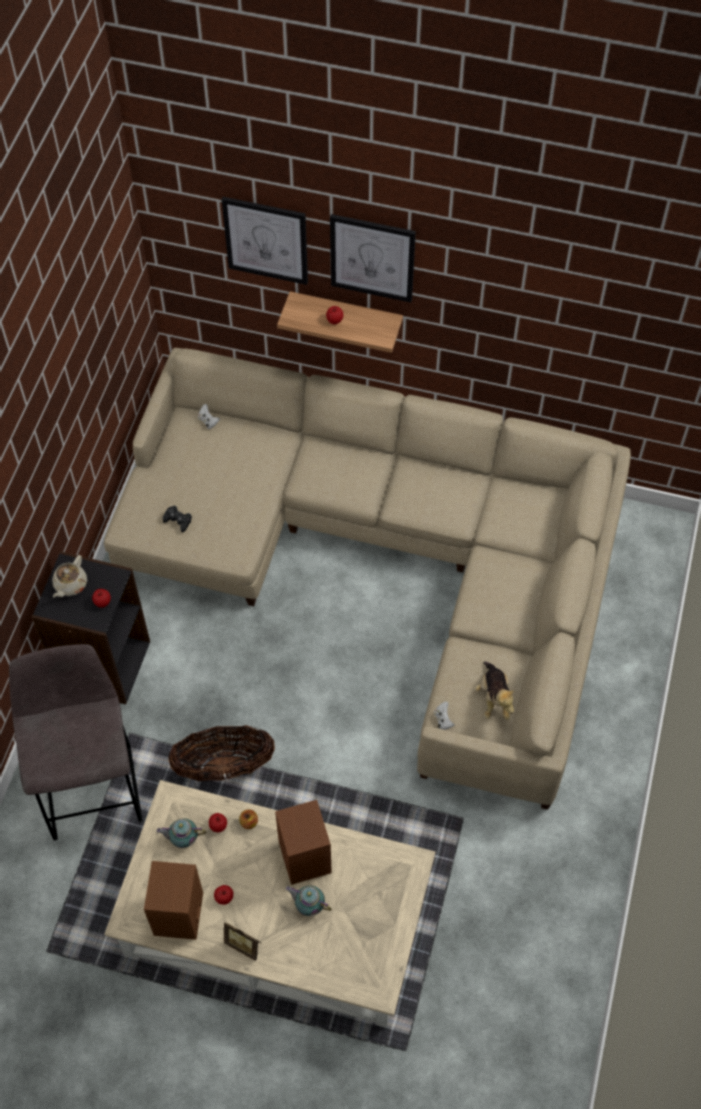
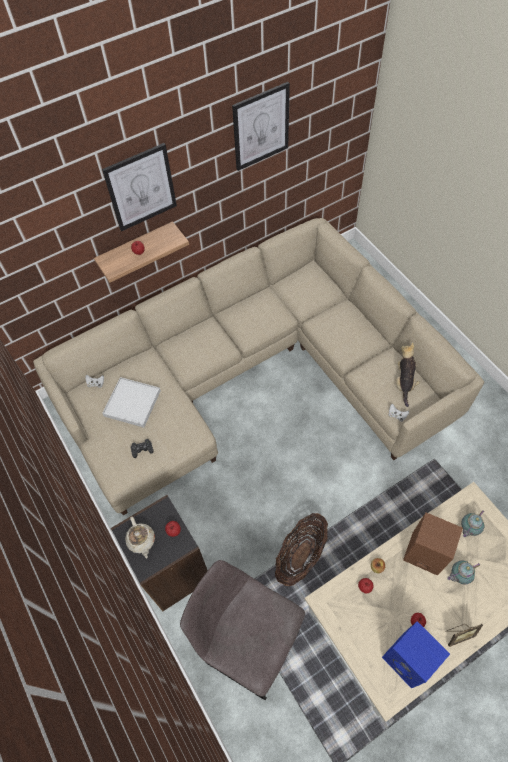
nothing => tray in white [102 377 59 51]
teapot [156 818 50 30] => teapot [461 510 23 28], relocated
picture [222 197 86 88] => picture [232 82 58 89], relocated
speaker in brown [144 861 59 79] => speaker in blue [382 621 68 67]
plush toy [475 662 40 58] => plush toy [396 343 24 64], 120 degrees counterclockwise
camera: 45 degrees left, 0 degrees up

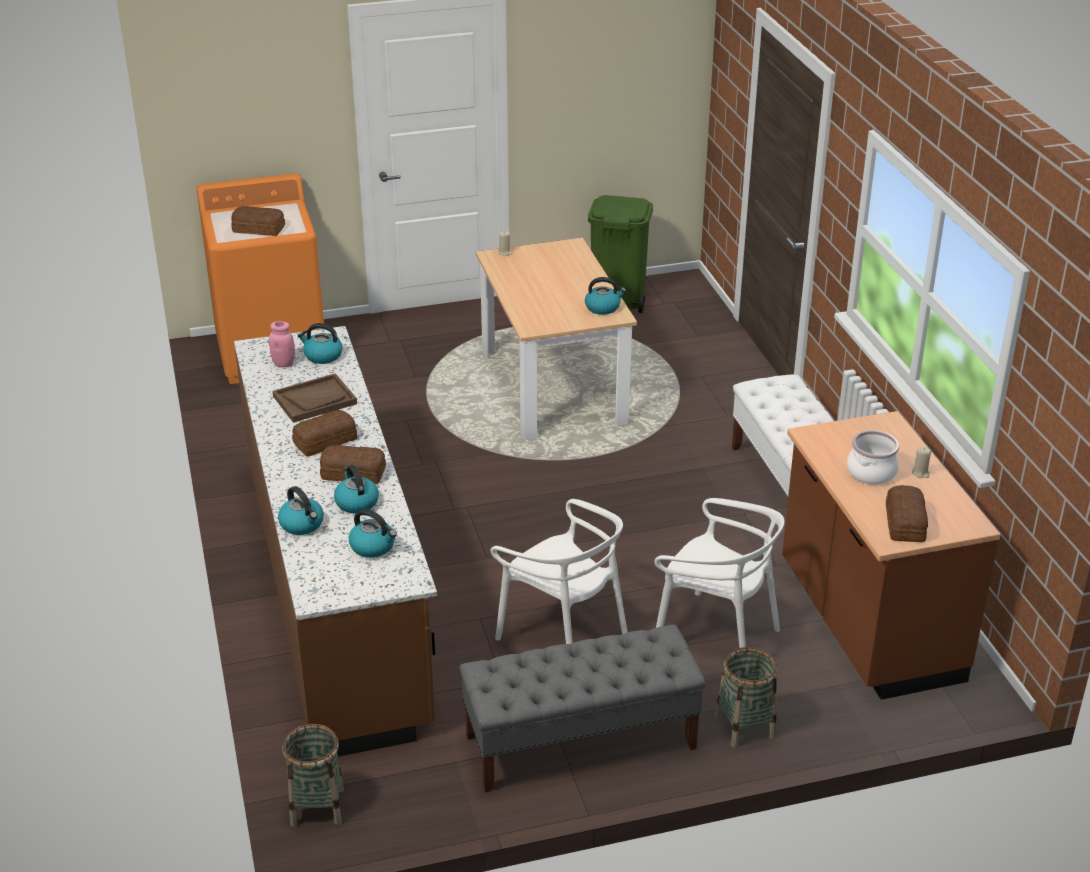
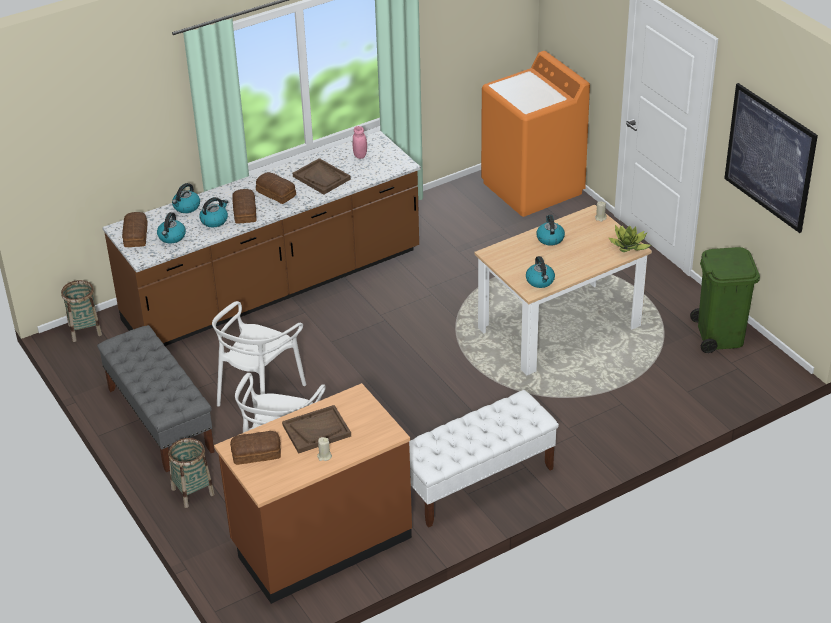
nothing => potted plant [609 225 42 27]
nothing => picture [724 83 94 150]
bread [231 206 54 30] => bread [122 212 26 35], relocated
kettle [298 323 45 41] => kettle [536 215 29 31], relocated
cooking pot [847 430 52 55] => tray in brown [282 405 69 49]
camera: 75 degrees right, 5 degrees up

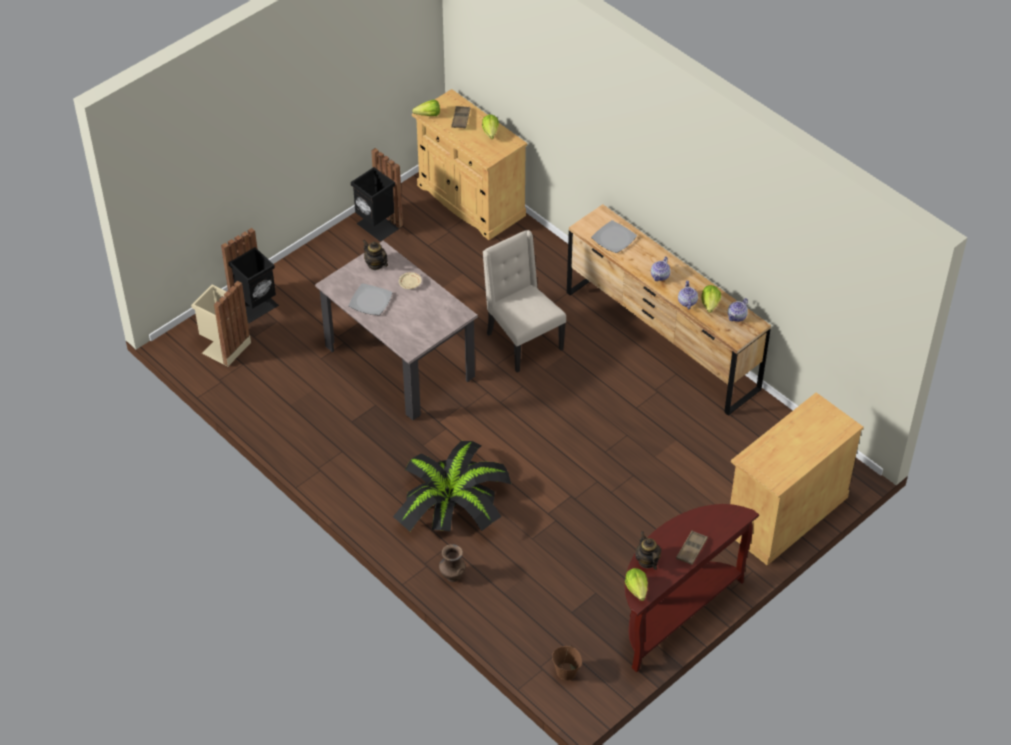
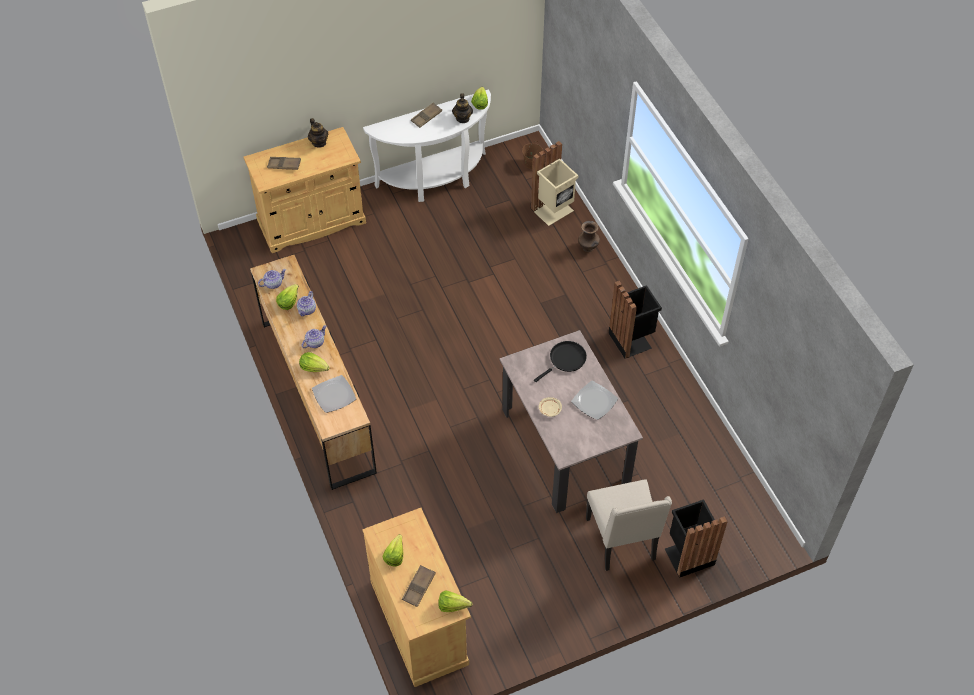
potted plant [393 441 118 90] => nothing
nothing => tray in brown [267 157 34 13]
nothing => lettuce [299 352 31 20]
nothing => frying pan in black [534 341 53 41]
trash can in beige [191 281 60 85] => trash can in beige [531 141 47 85], relocated
trash can in black [350 148 53 94] => trash can in black [608 281 54 78], relocated
teapot [363 240 25 30] => teapot [308 118 20 30], relocated
chair in beige [483 230 83 142] => chair in beige [586 479 86 92], relocated
console table in brown [624 504 135 168] => console table in white [363 90 128 112]
camera: 160 degrees left, 5 degrees up

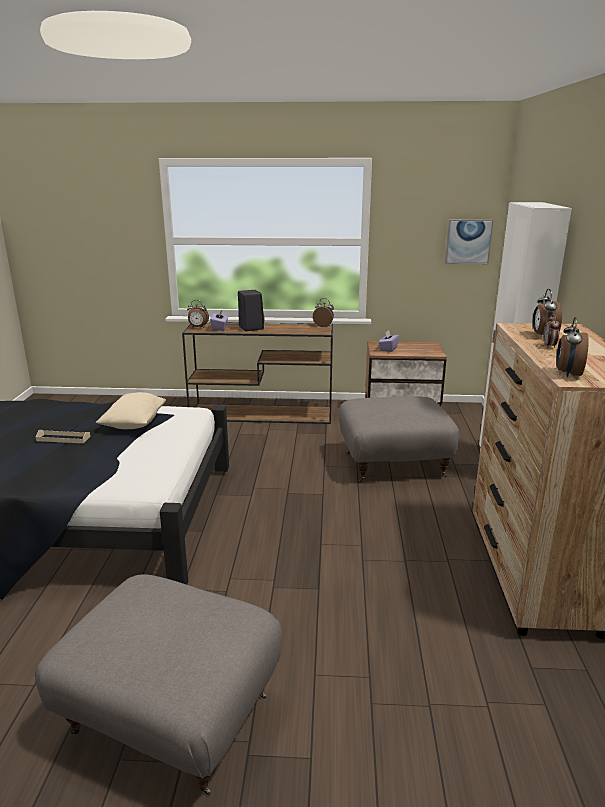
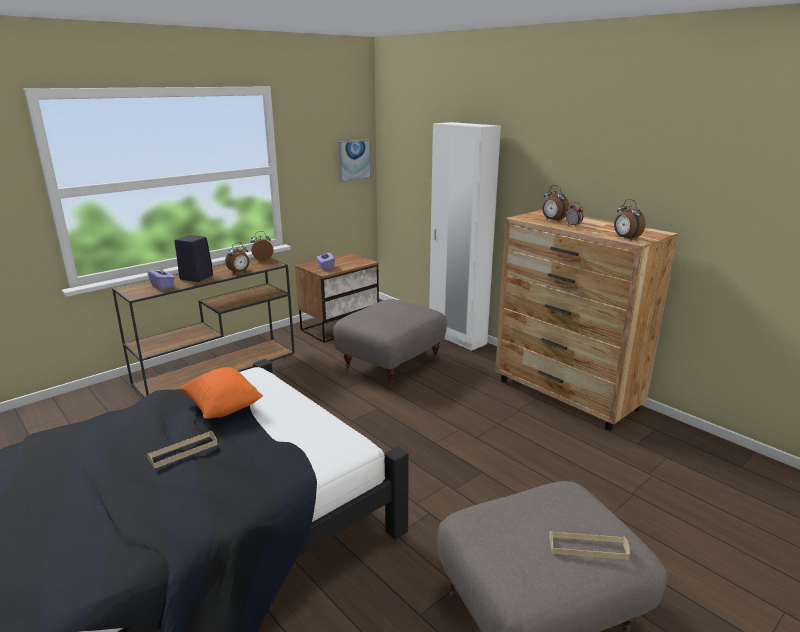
nothing => tray in beige [549 531 81 29]
alarm clock [187 300 22 28] => alarm clock [225 242 24 32], relocated
pillow in beige [96 392 70 37] => pillow in orange [179 367 84 52]
camera: 45 degrees left, 0 degrees up

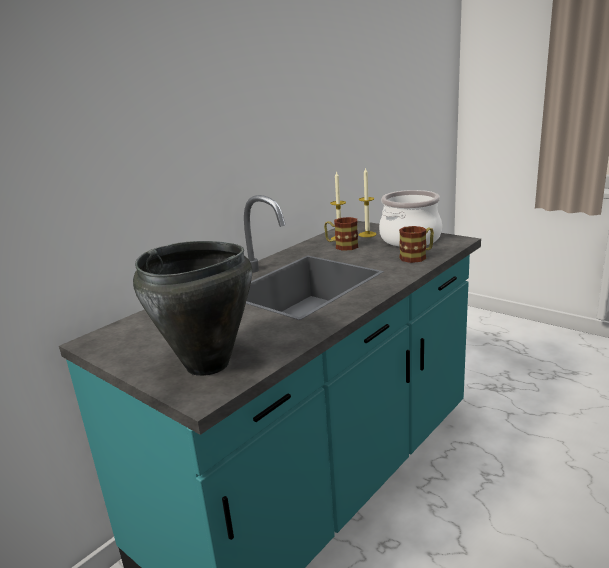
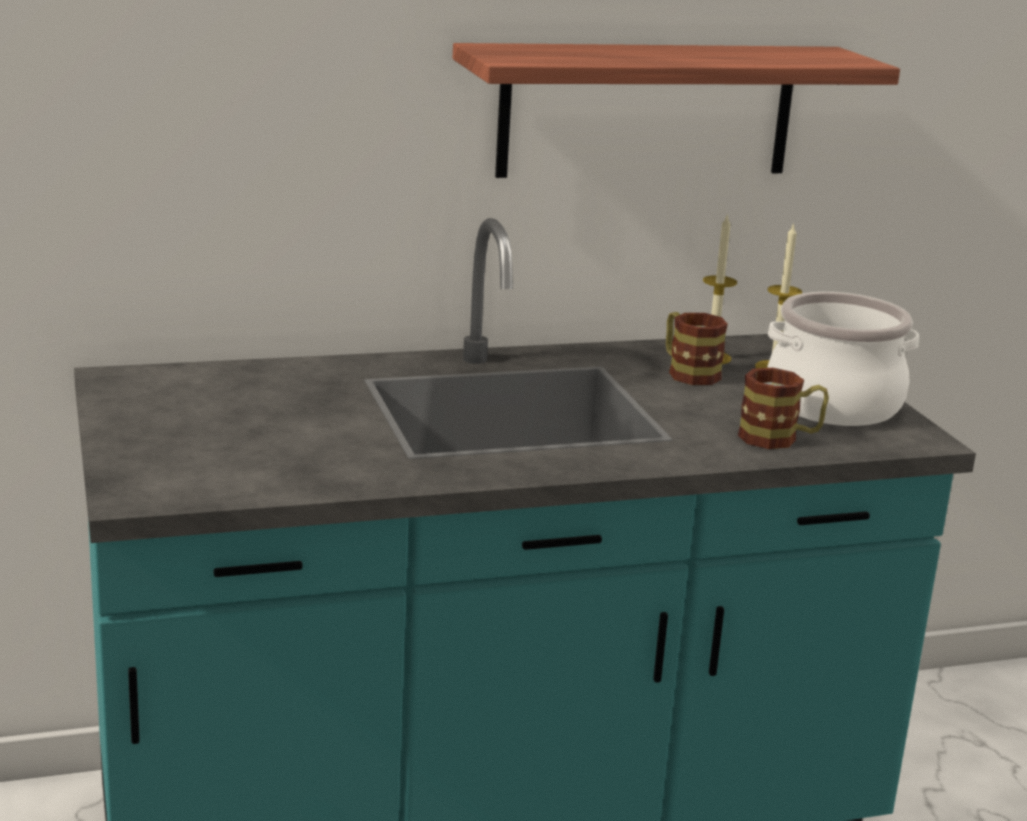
cooking pot in black [133 241 119 135] => nothing
nothing => shelf [453 43 447 135]
camera: 30 degrees right, 0 degrees up

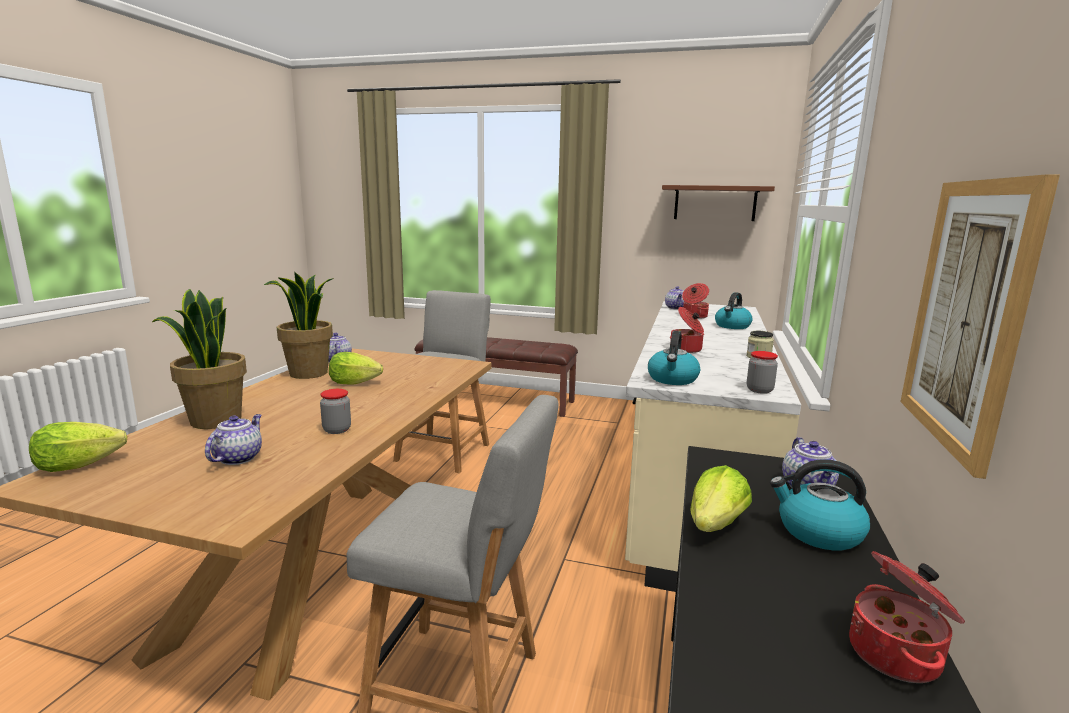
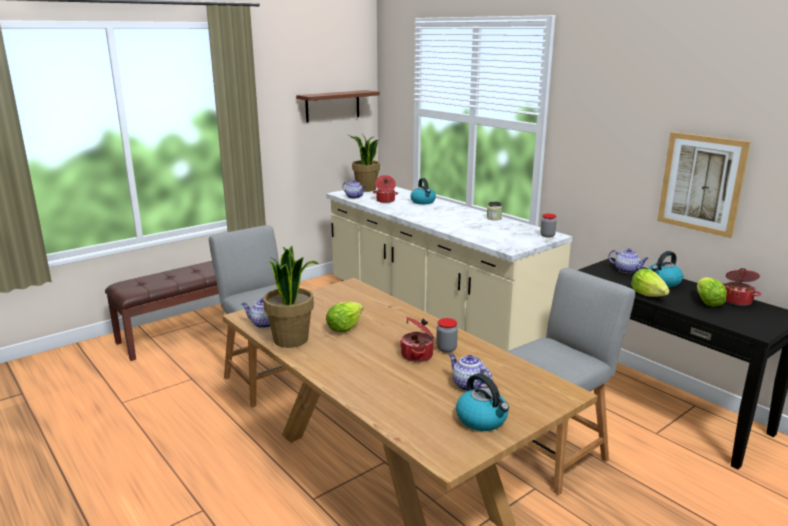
lettuce [29 422 98 50] => lettuce [697 277 30 29], relocated
potted plant [152 289 95 140] => potted plant [349 135 31 57], relocated
kettle [648 331 52 54] => kettle [456 373 53 58], relocated
cooking pot [670 307 34 46] => cooking pot [400 316 35 46], relocated
camera: 55 degrees left, 5 degrees up

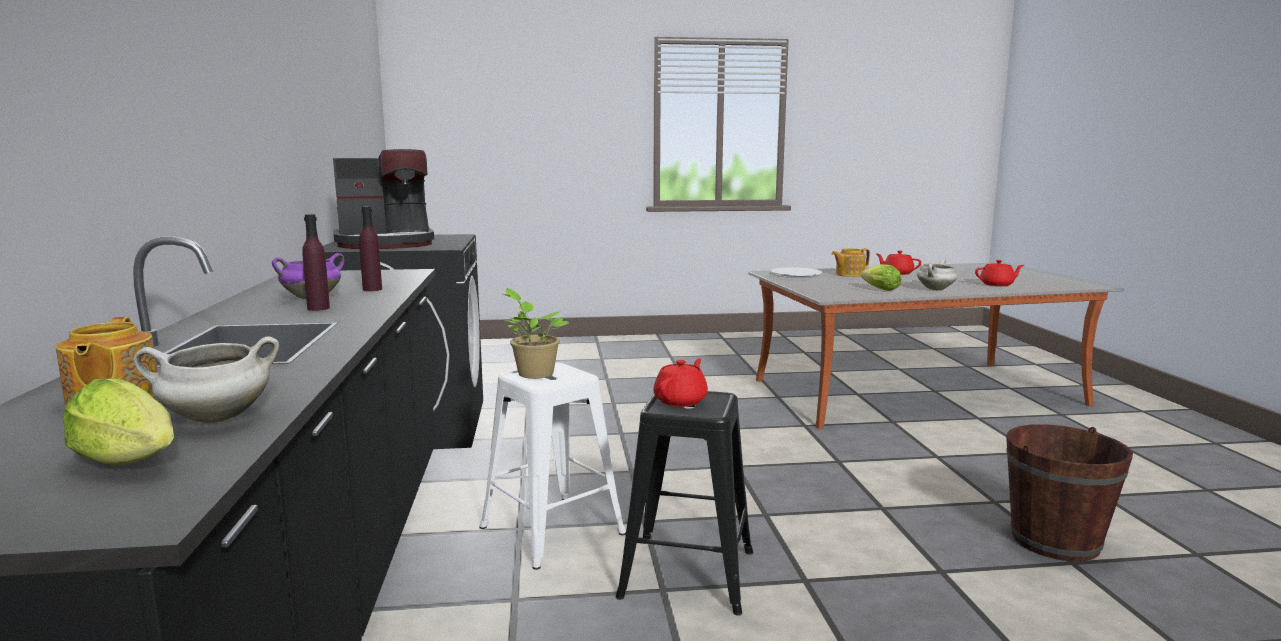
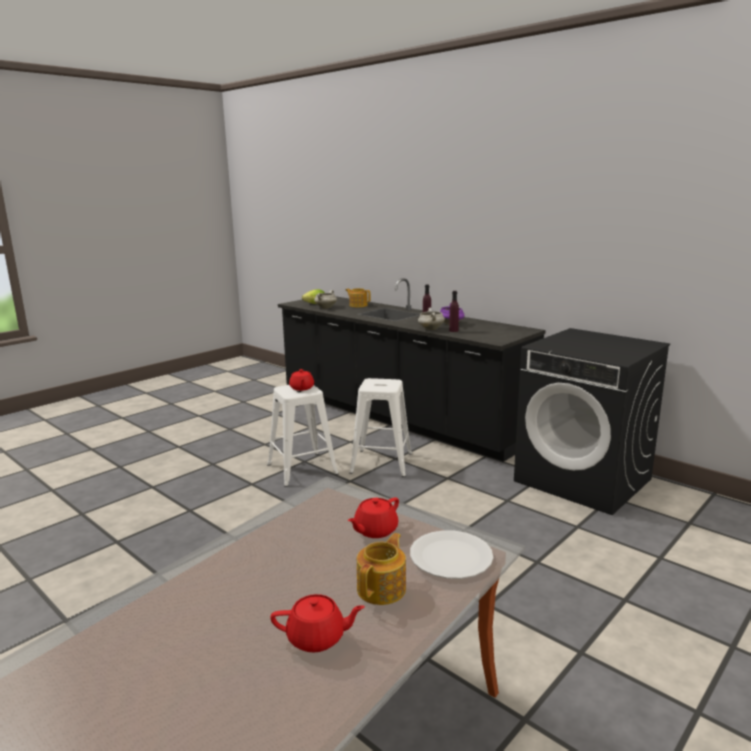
coffee machine [333 149 101 100] => nothing
potted plant [503 288 67 91] => nothing
lettuce [861 264 40 27] => nothing
bucket in brown [1006 424 127 138] => nothing
cooking pot in white [917 259 40 31] => cooking pot in white [418 308 27 22], relocated
teapot in red [975 260 49 26] => teapot in red [348 497 51 41], relocated
stool in black [616 391 137 225] => stool in white [267 385 72 102]
camera: 140 degrees right, 5 degrees up

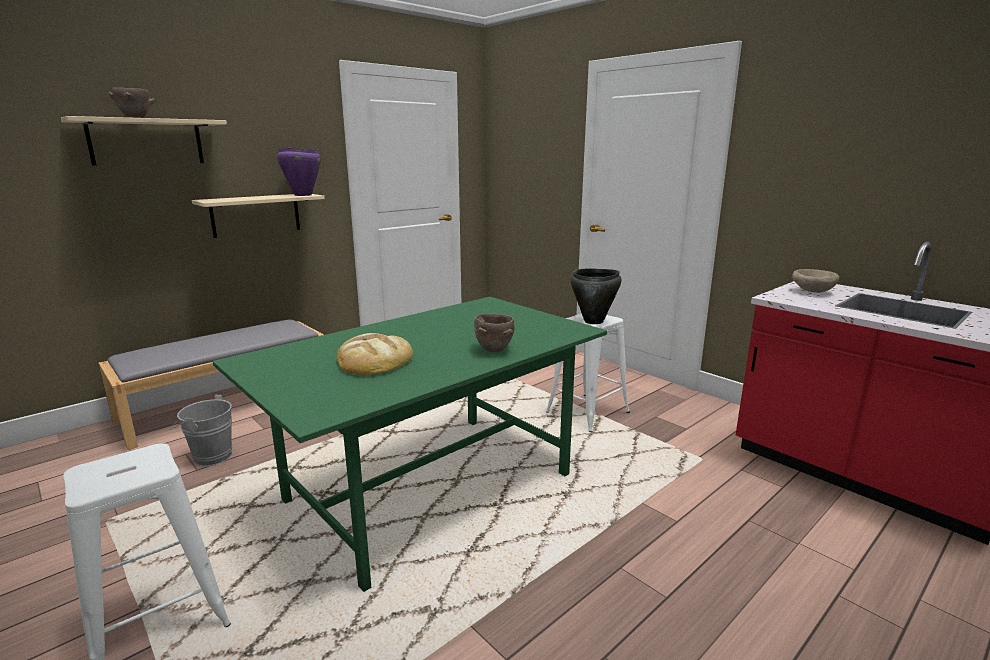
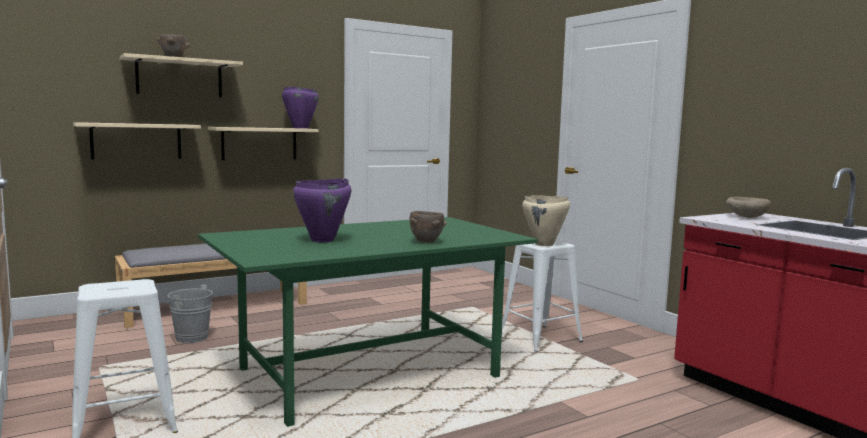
nothing => shelf in beige [73 122 128 37]
bread [337 333 76 43] => cooking pot in purple [293 178 58 65]
cooking pot in black [571 268 51 56] => cooking pot in beige [522 195 48 51]
camera: 10 degrees right, 10 degrees down

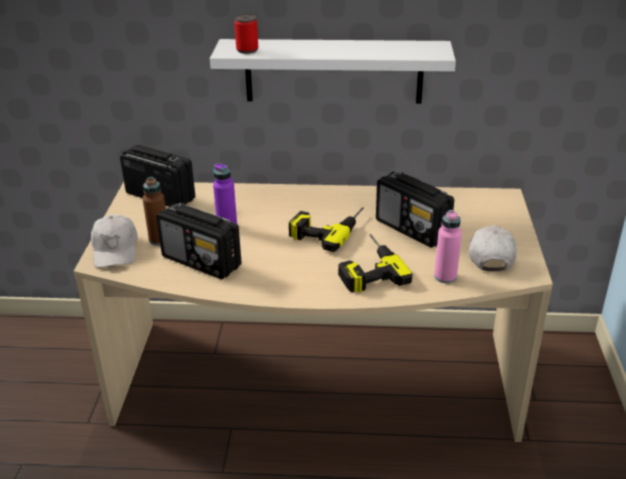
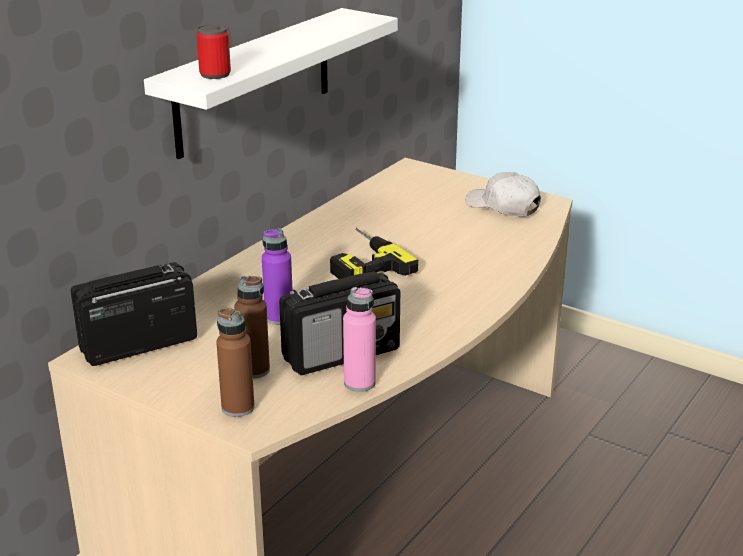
power drill [338 234 75 59] => nothing
radio [376 172 78 76] => nothing
bottle in pink [434 210 28 73] => bottle in pink [343 287 33 105], relocated
cap in white [91 214 47 54] => bottle in brown [216 308 39 109]
camera: 60 degrees left, 5 degrees down

